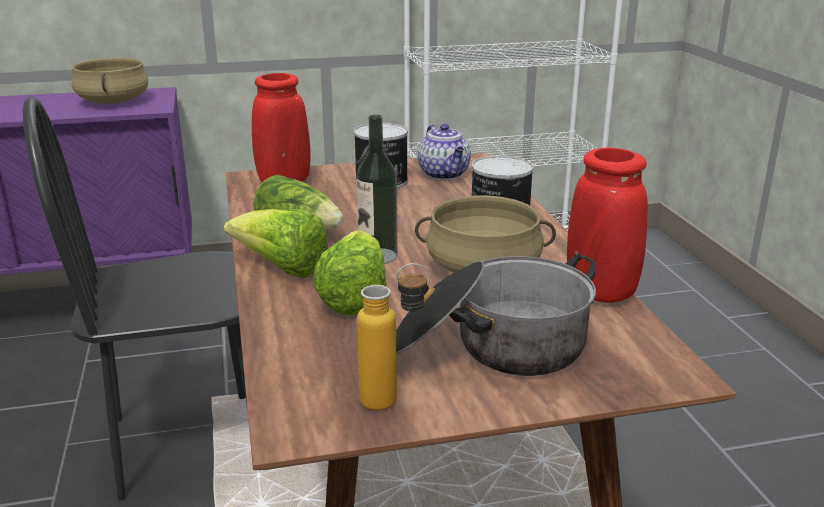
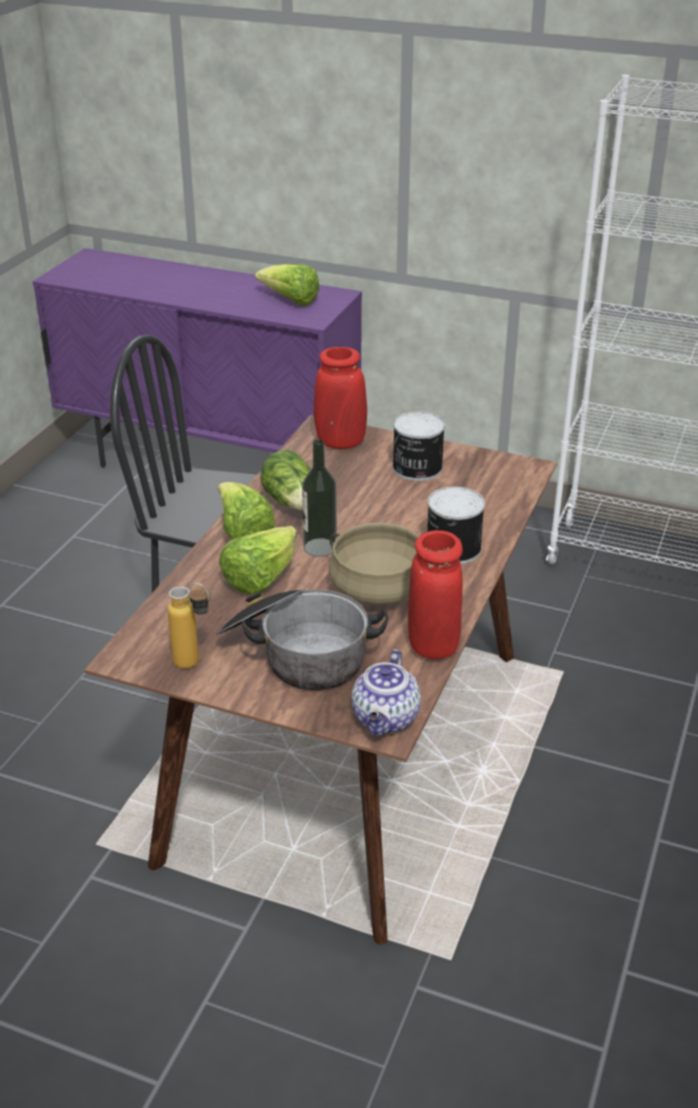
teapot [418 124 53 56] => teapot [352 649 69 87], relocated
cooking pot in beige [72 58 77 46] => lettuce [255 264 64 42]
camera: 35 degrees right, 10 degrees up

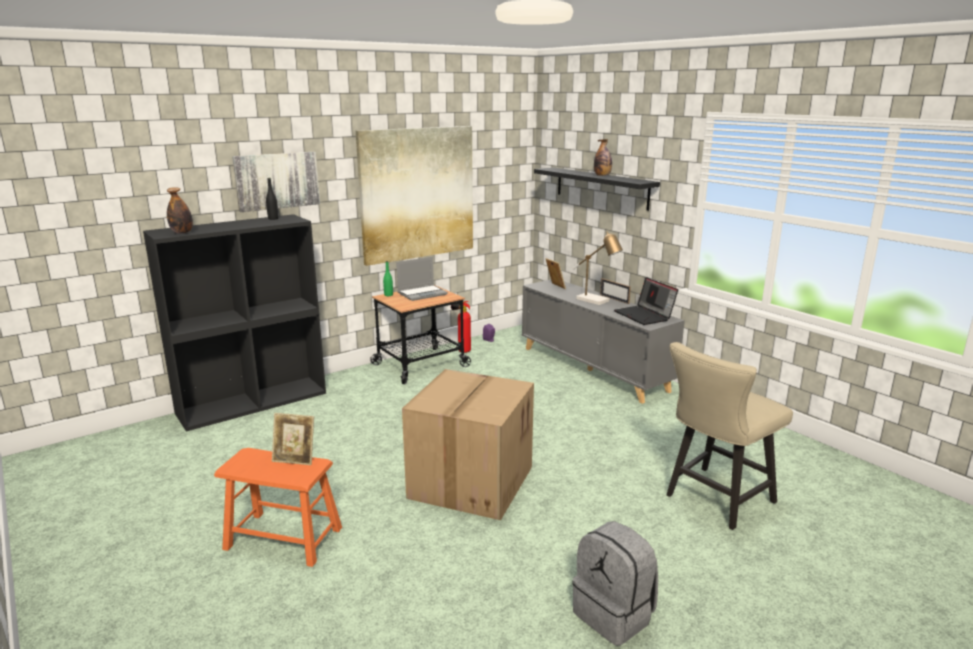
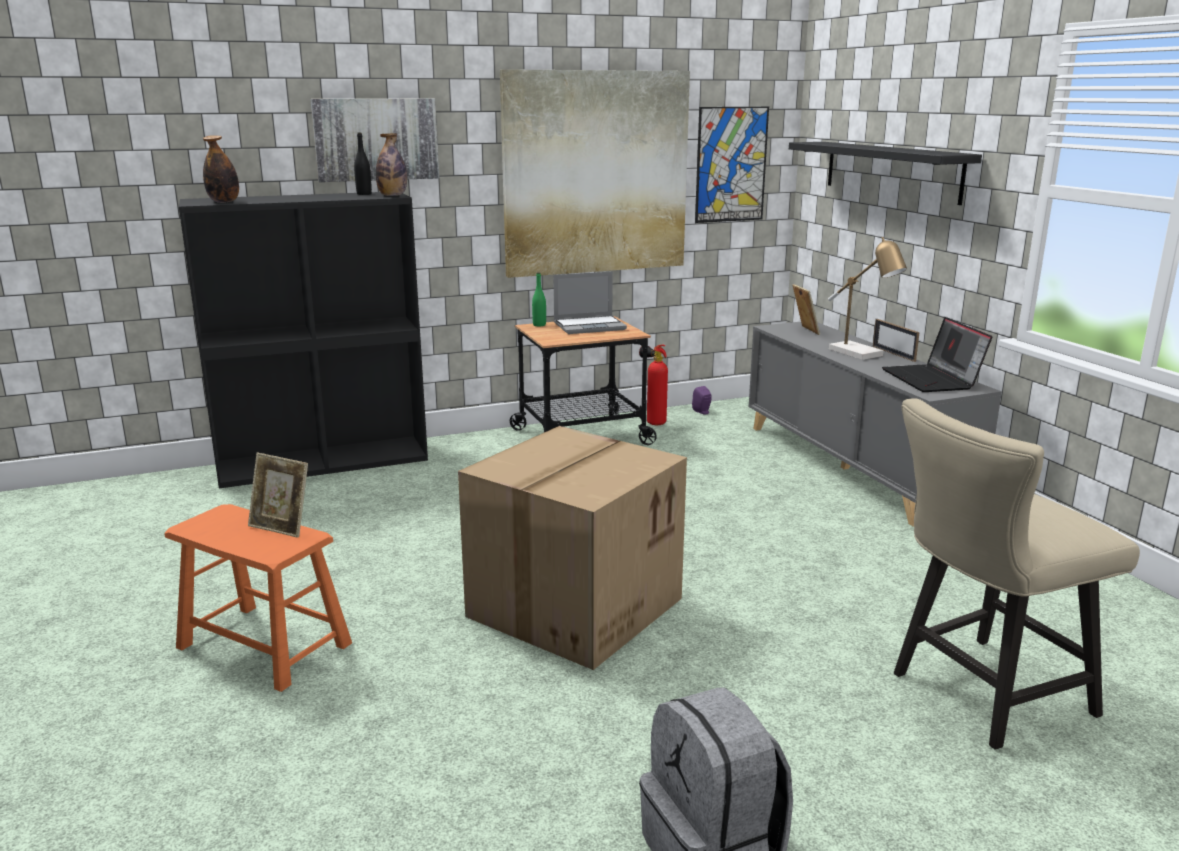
nothing => picture [695 107 74 116]
bottle [594 139 18 37] => bottle [376 133 31 63], relocated
camera: 15 degrees right, 0 degrees up

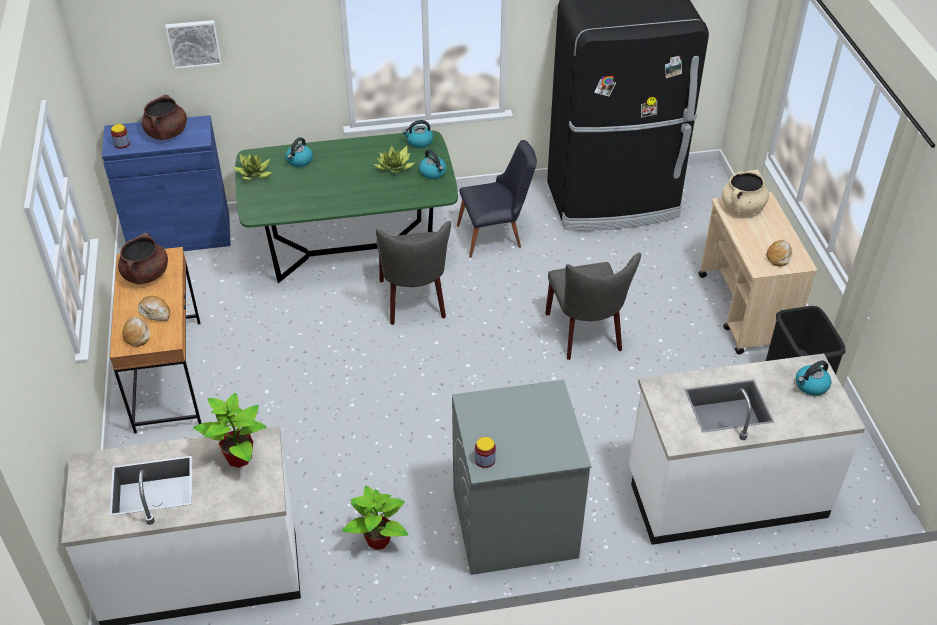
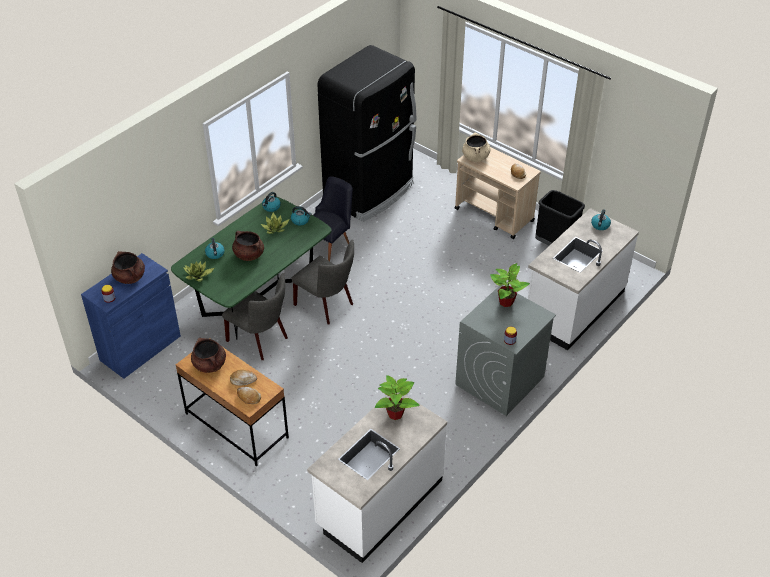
picture [165 20 57 49] => nothing
nothing => cooking pot in brown [232 231 32 30]
potted plant [342 486 66 64] => potted plant [490 263 40 44], relocated
chair in grey [545 253 96 107] => chair in grey [222 273 66 87], relocated
camera: 40 degrees left, 0 degrees up

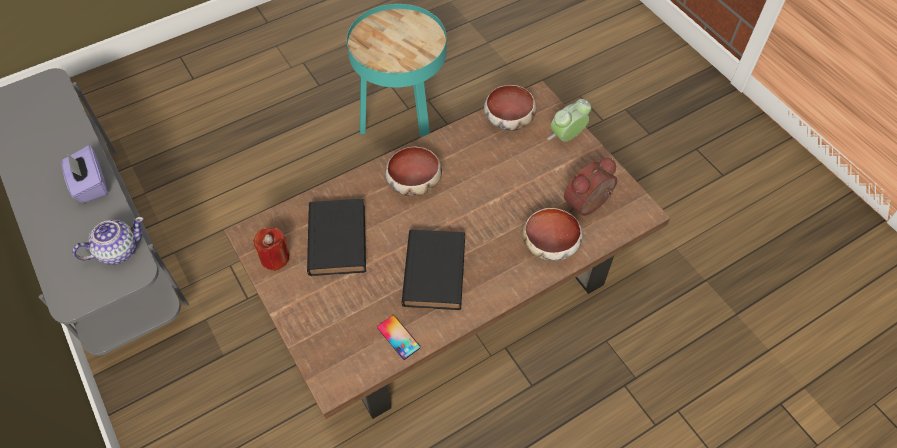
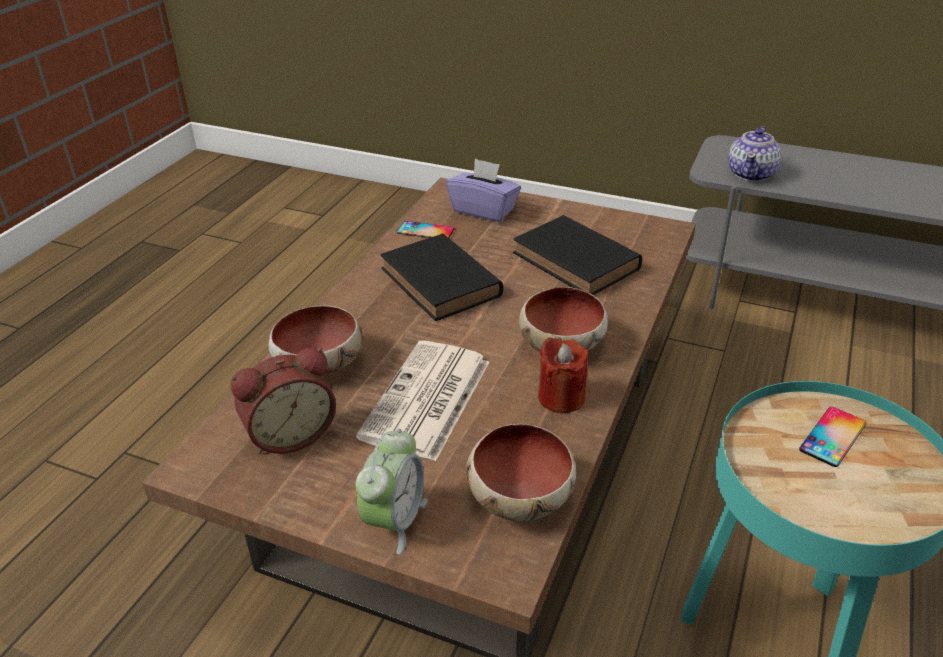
nothing => newspaper [356 340 133 121]
nothing => phone [799 407 67 60]
tissue box in purple [62 145 46 58] => tissue box in purple [446 158 75 64], relocated
candle in red [253 228 36 43] => candle in red [538 338 50 75], relocated
alarm clock [564 158 53 58] => alarm clock [230 347 106 107], 45 degrees clockwise
camera: 145 degrees right, 20 degrees down

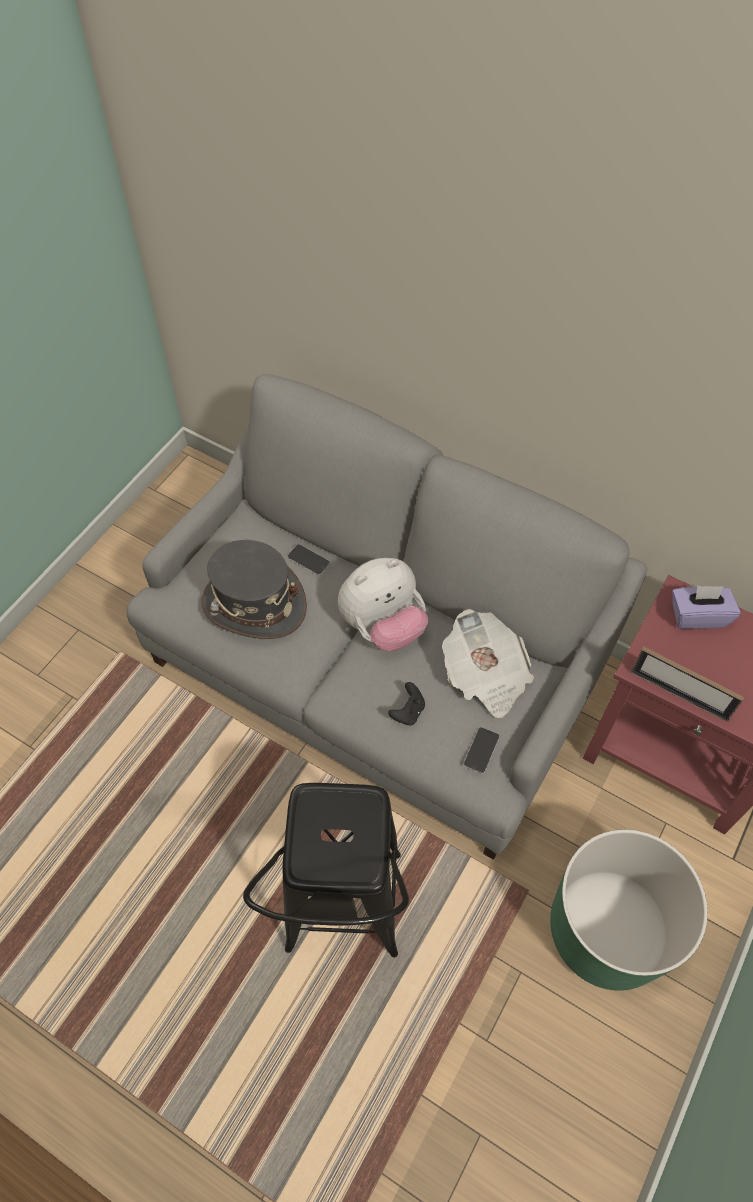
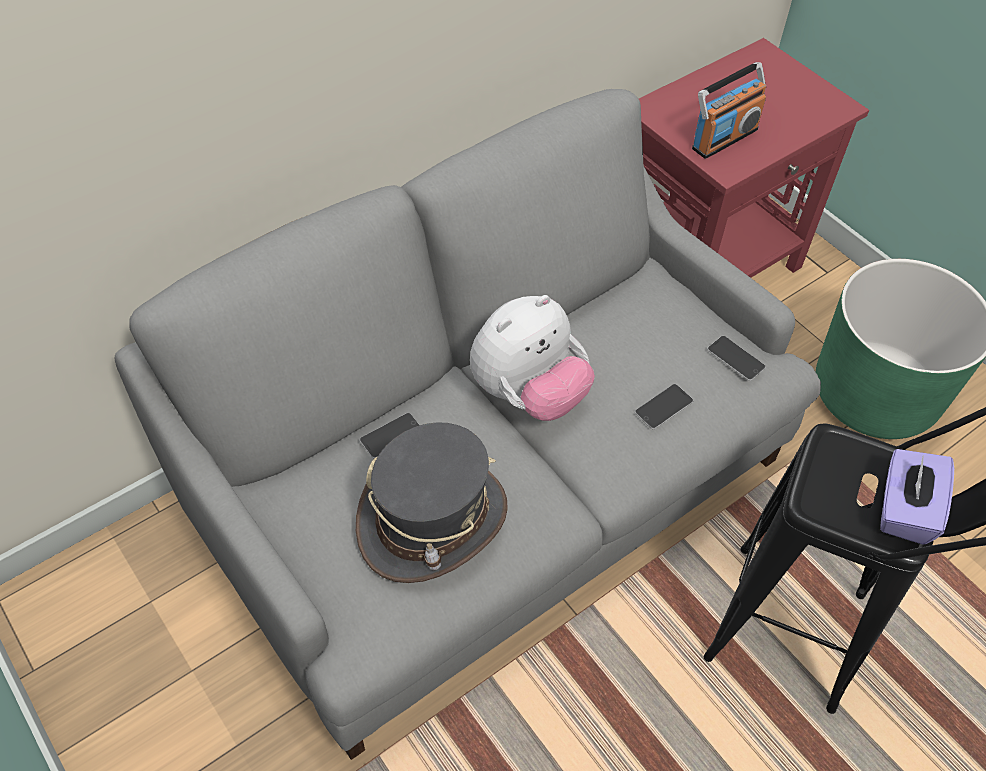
newspaper [442 609 92 109] => nothing
picture frame [631 646 114 76] => nothing
nothing => radio [692 62 74 97]
tissue box in purple [672 585 69 44] => tissue box in purple [880 449 74 96], relocated
game controller in black [388 682 37 44] => phone [635 384 59 45]
plush toy [338 558 90 93] => plush toy [470 295 125 126], 60 degrees clockwise
camera: 70 degrees left, 5 degrees down

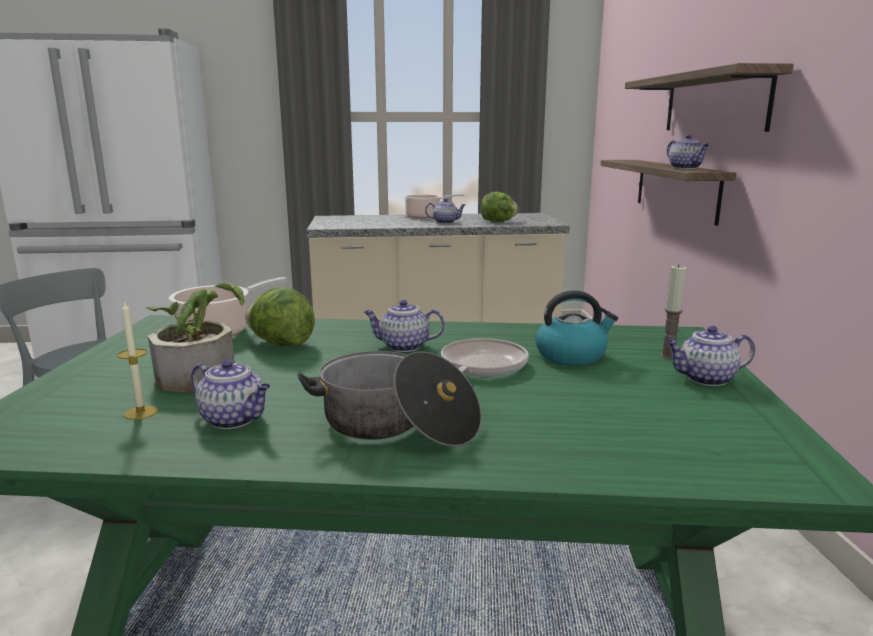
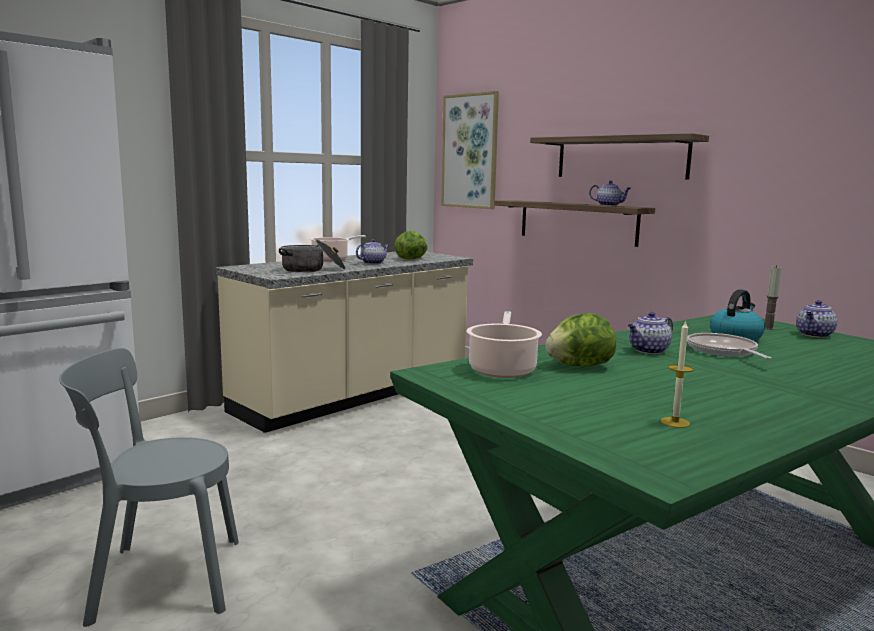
potted plant [146 283 99 110] => nothing
teapot [191 359 79 70] => nothing
nothing => picture [441 91 58 118]
cooking pot [297 351 185 96] => cooking pot [279 239 67 33], relocated
camera: 40 degrees left, 5 degrees down

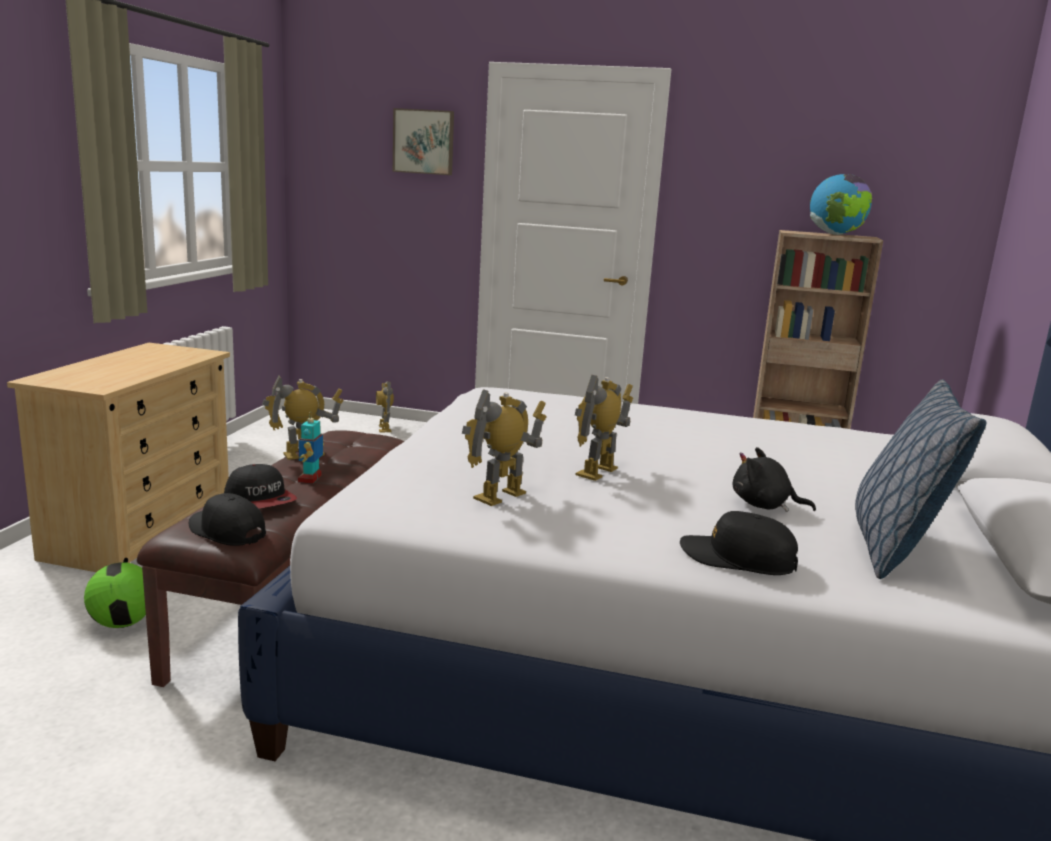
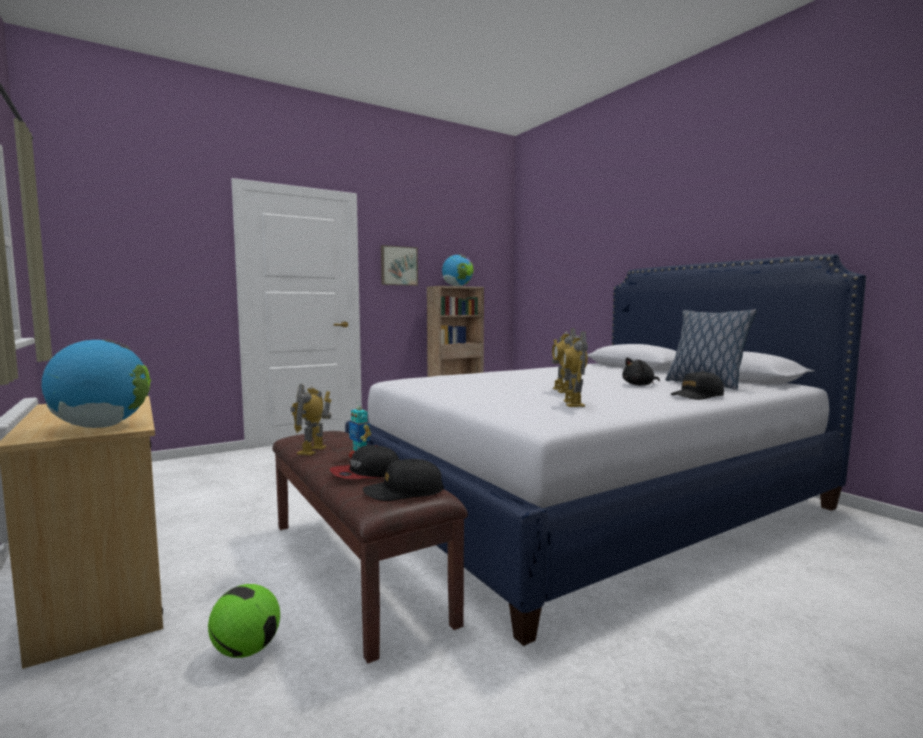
toy robot [376 382 18 51] => nothing
nothing => globe [42 339 109 89]
picture [393 108 61 67] => picture [381 245 37 41], relocated
cap [224 464 73 44] => cap [330 445 69 34], 150 degrees clockwise
camera: 45 degrees left, 10 degrees down

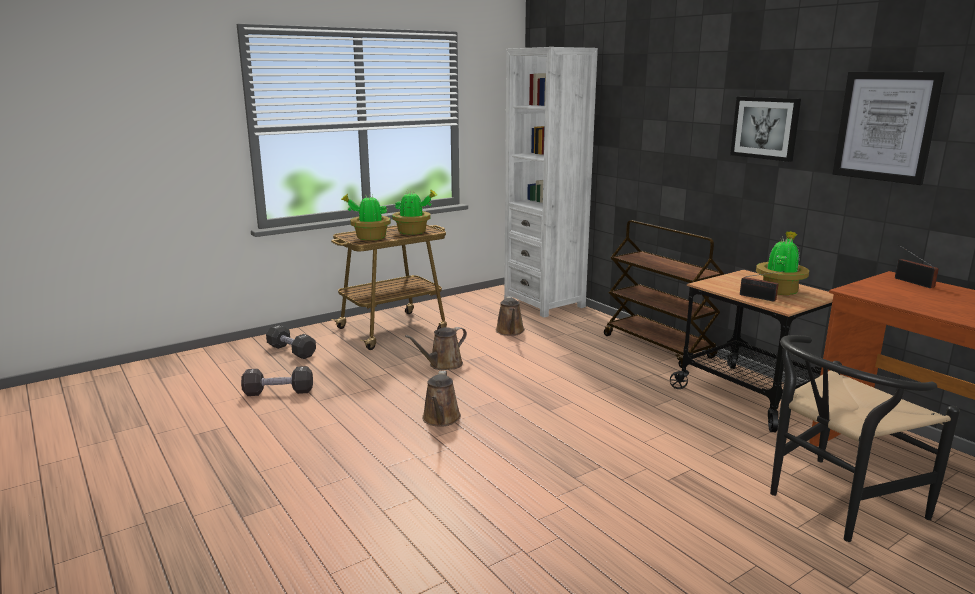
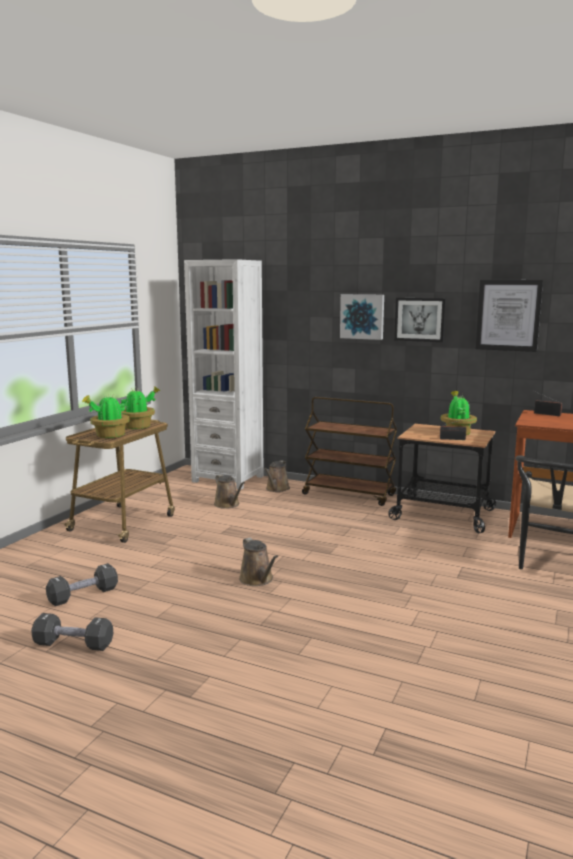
nothing => picture [340 294 44 46]
dumbbell in black [266 324 50 35] => dumbbell in black [31 613 82 38], relocated
watering can in brown [405 327 62 43] => watering can in brown [264 461 26 31], relocated
camera: 30 degrees left, 5 degrees down

